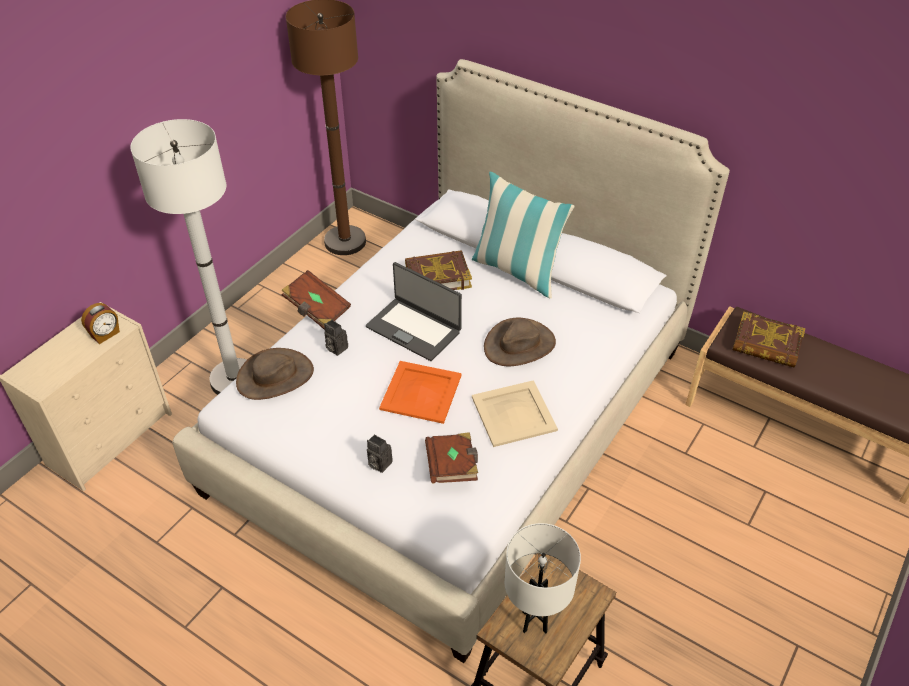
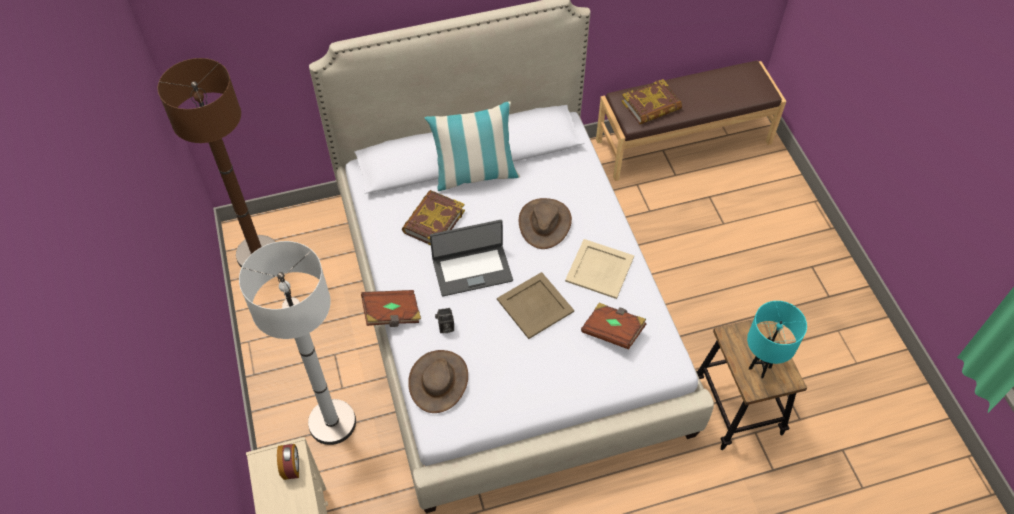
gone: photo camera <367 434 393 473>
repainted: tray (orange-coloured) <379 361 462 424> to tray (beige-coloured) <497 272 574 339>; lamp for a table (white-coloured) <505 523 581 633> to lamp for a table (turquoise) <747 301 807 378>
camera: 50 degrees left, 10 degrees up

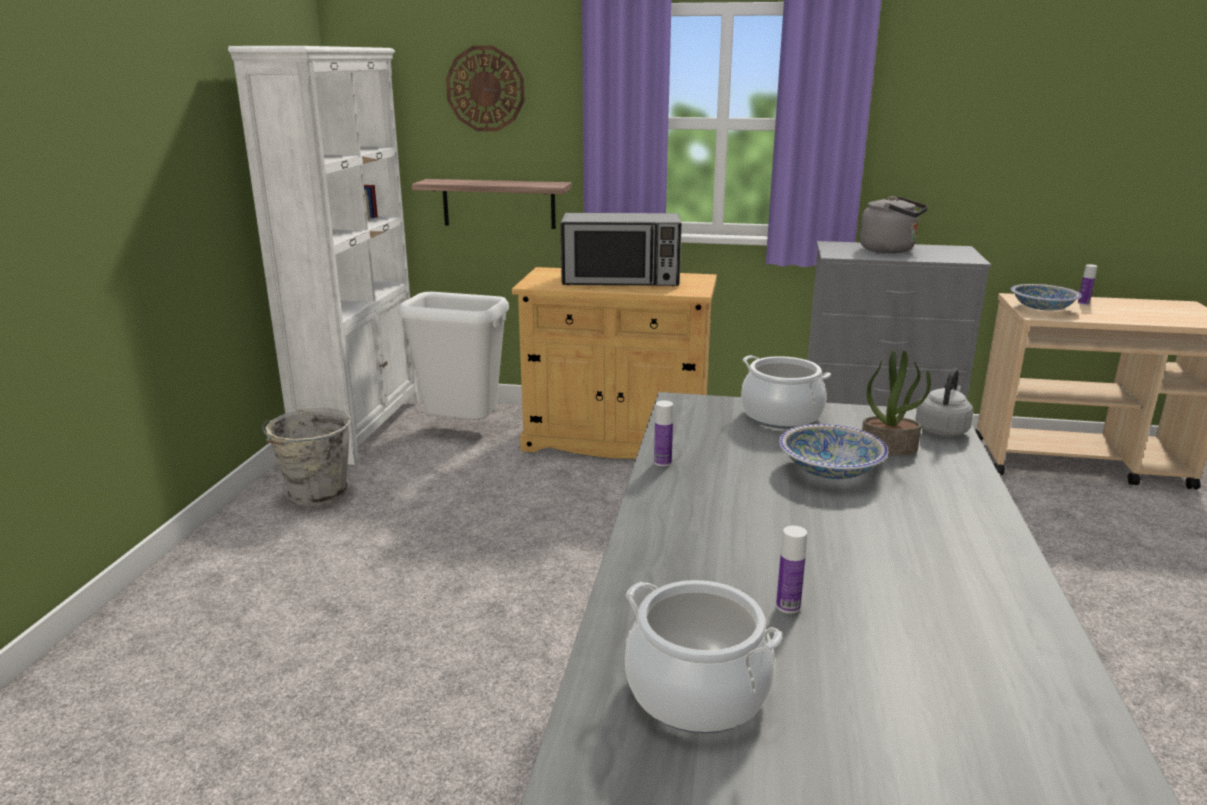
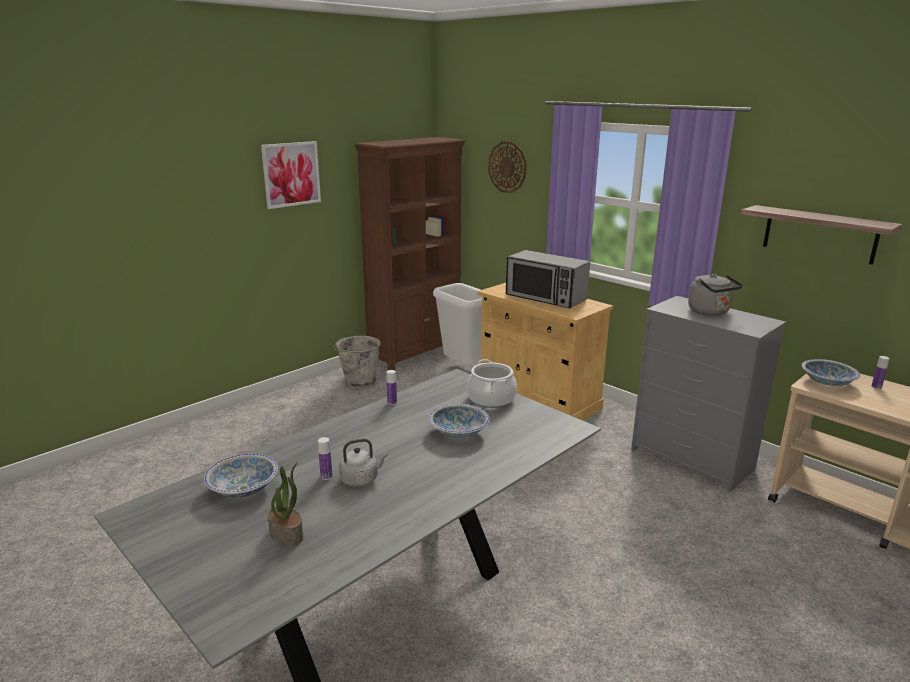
new: wall art <261 141 321 209>
shifted: wall shelf <412 179 572 229> to <741 205 902 265>; potted plant <862 350 931 455> to <268 462 303 546>; tea kettle (grey) <915 368 973 436> to <339 438 388 487>
swapped: cooking pot <625 580 782 733> to deep dish <204 454 278 498>
repainted: bookshelf (white-coloured) <228 46 419 465> to bookshelf (brown) <354 137 466 371>
camera: 35 degrees right, 0 degrees up

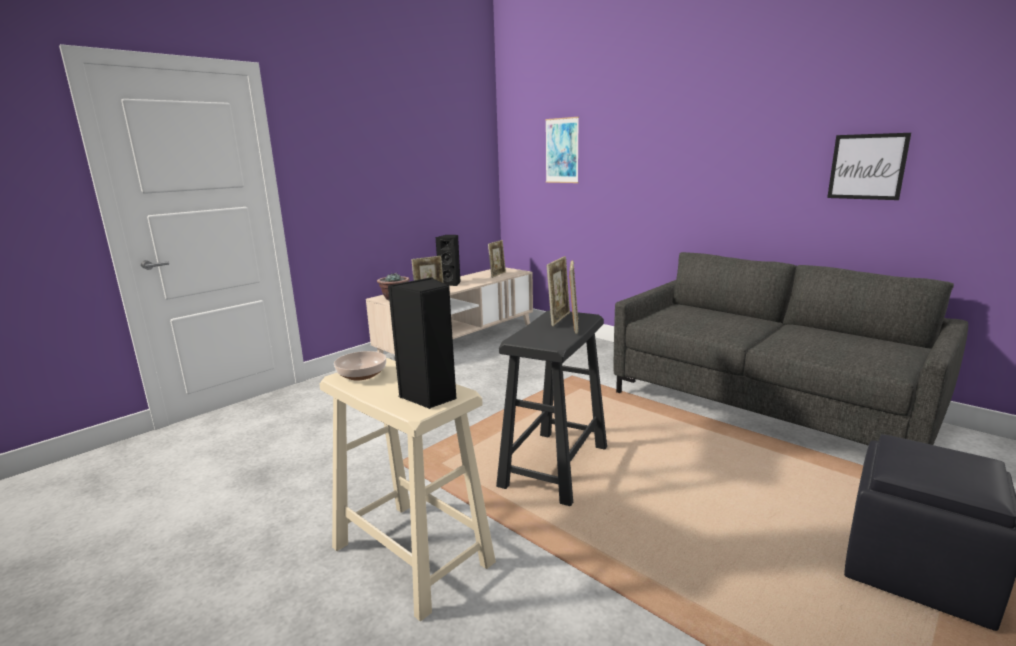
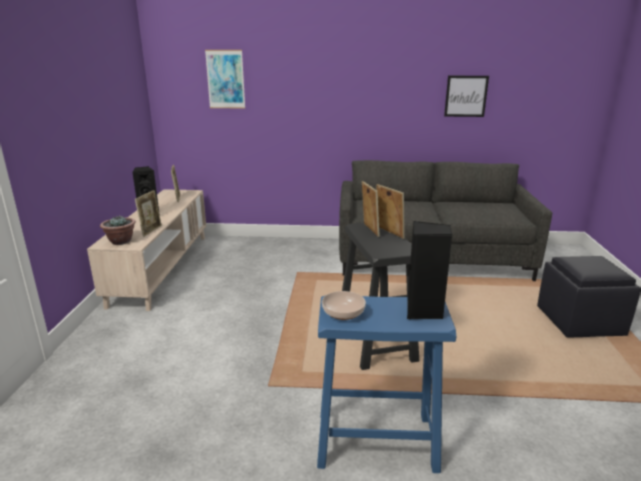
repainted: sitting stool (beige-coloured) <319 358 496 621> to sitting stool (blue) <317 295 456 473>
camera: 40 degrees left, 5 degrees up

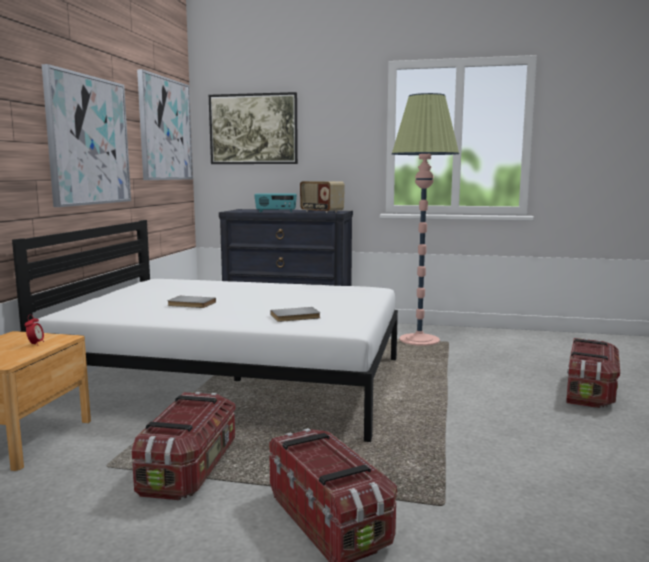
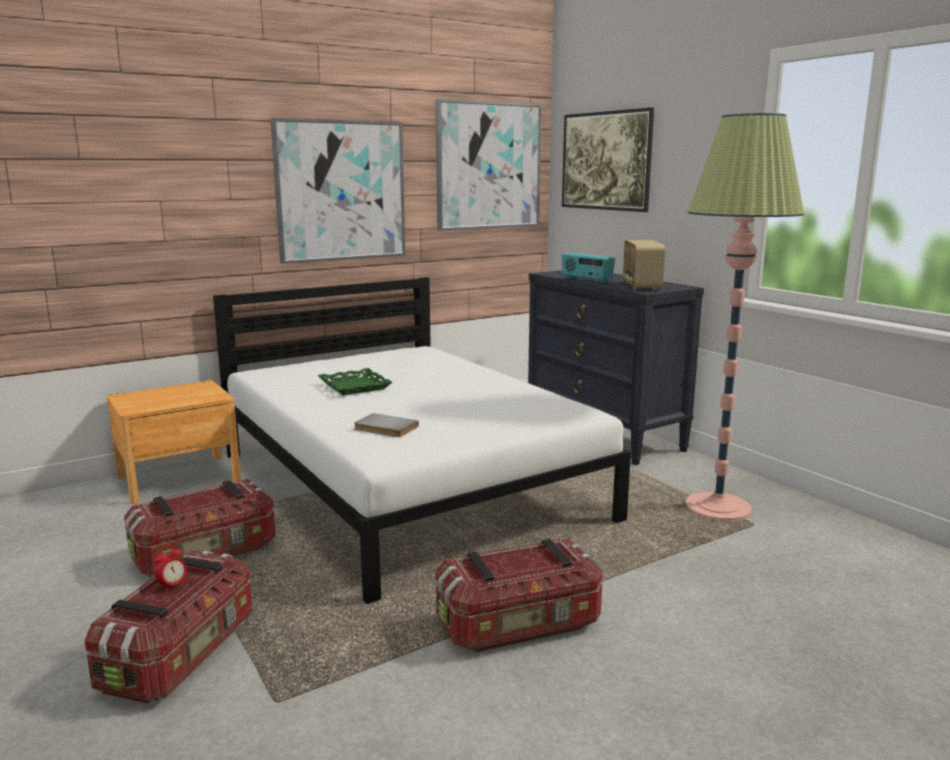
shifted: bedside clock <25 315 44 346> to <154 544 187 592>; storage box <566 338 620 408> to <436 538 603 652>
swapped: volume (grey) <167 296 216 308> to tray (green) <318 368 392 395>
camera: 45 degrees right, 5 degrees up

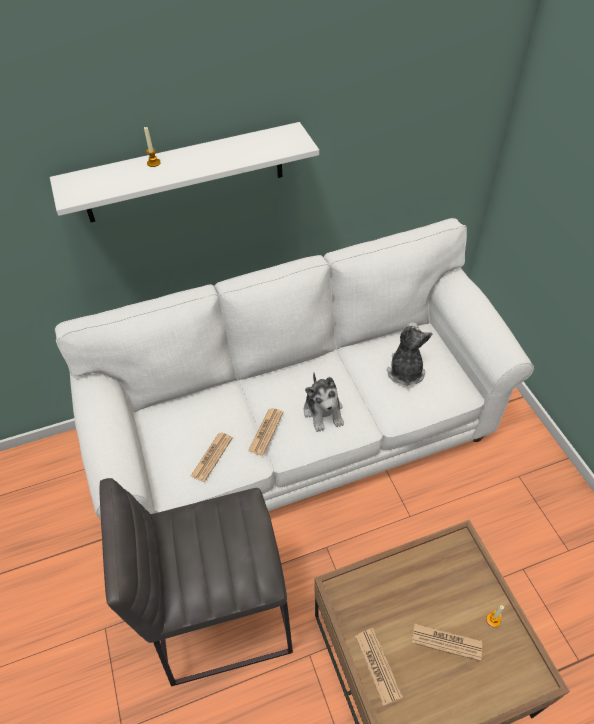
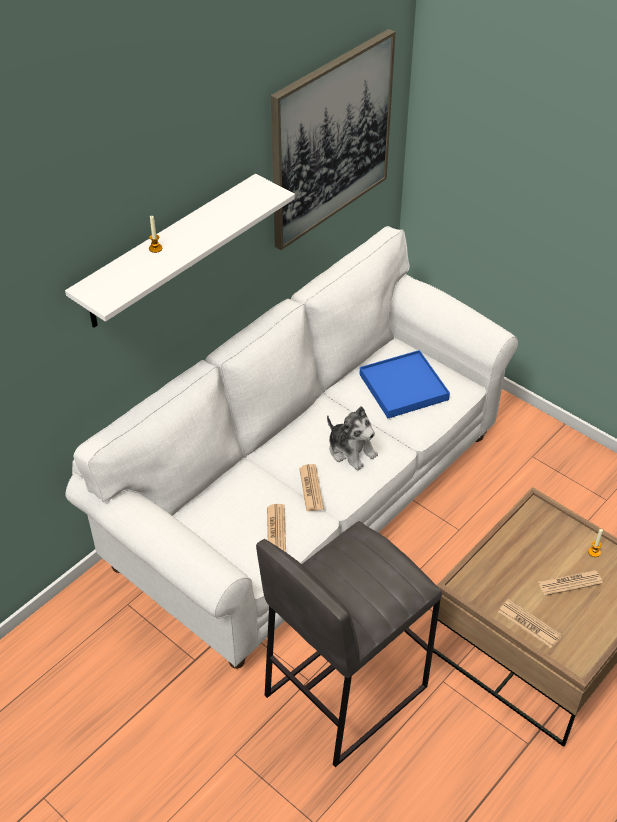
new: wall art <271 29 395 250>
swapped: cuddly toy <387 322 433 386> to tray (blue) <359 350 450 418>
camera: 30 degrees left, 5 degrees down

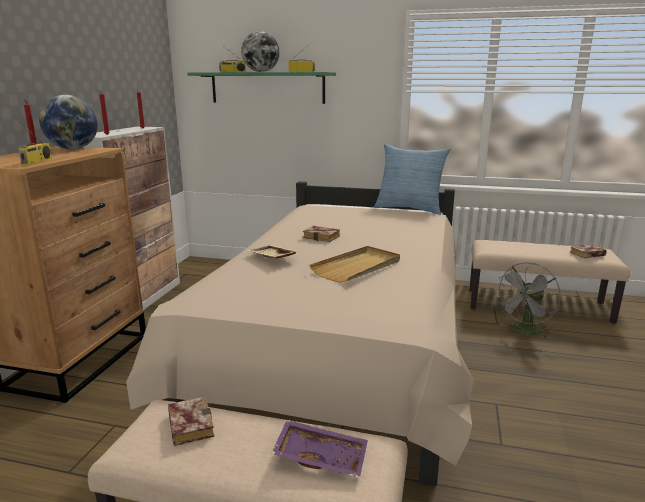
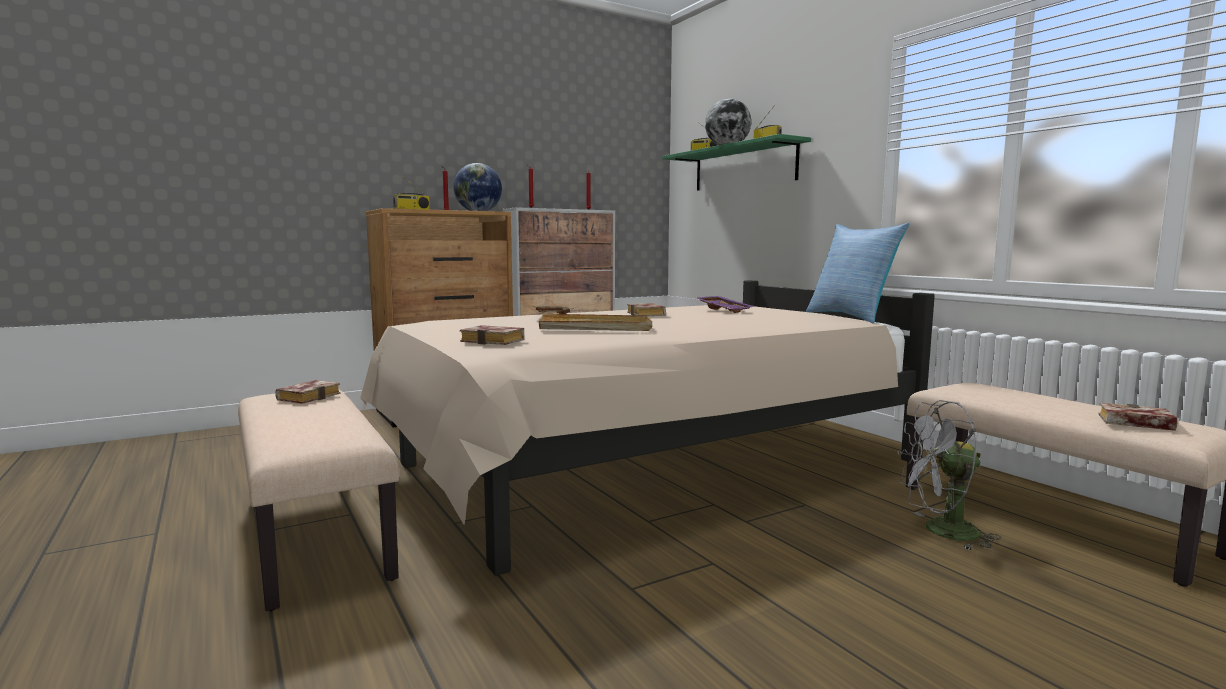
new: volume <460 325 524 345>
shifted: tray (purple) <272 420 368 478> to <696 296 755 313>
camera: 45 degrees right, 10 degrees down

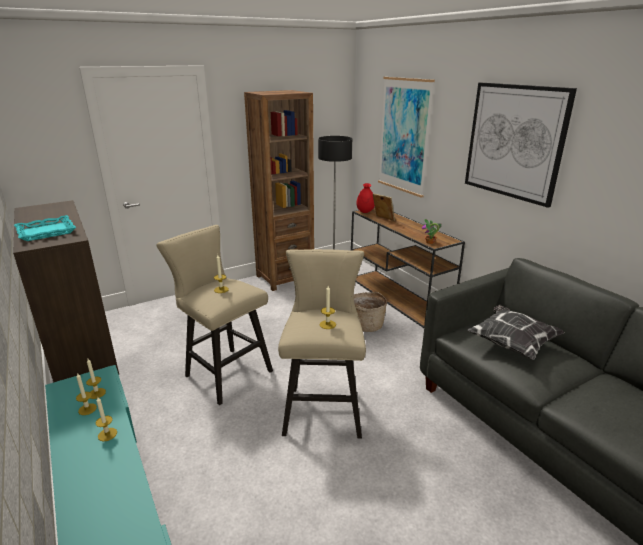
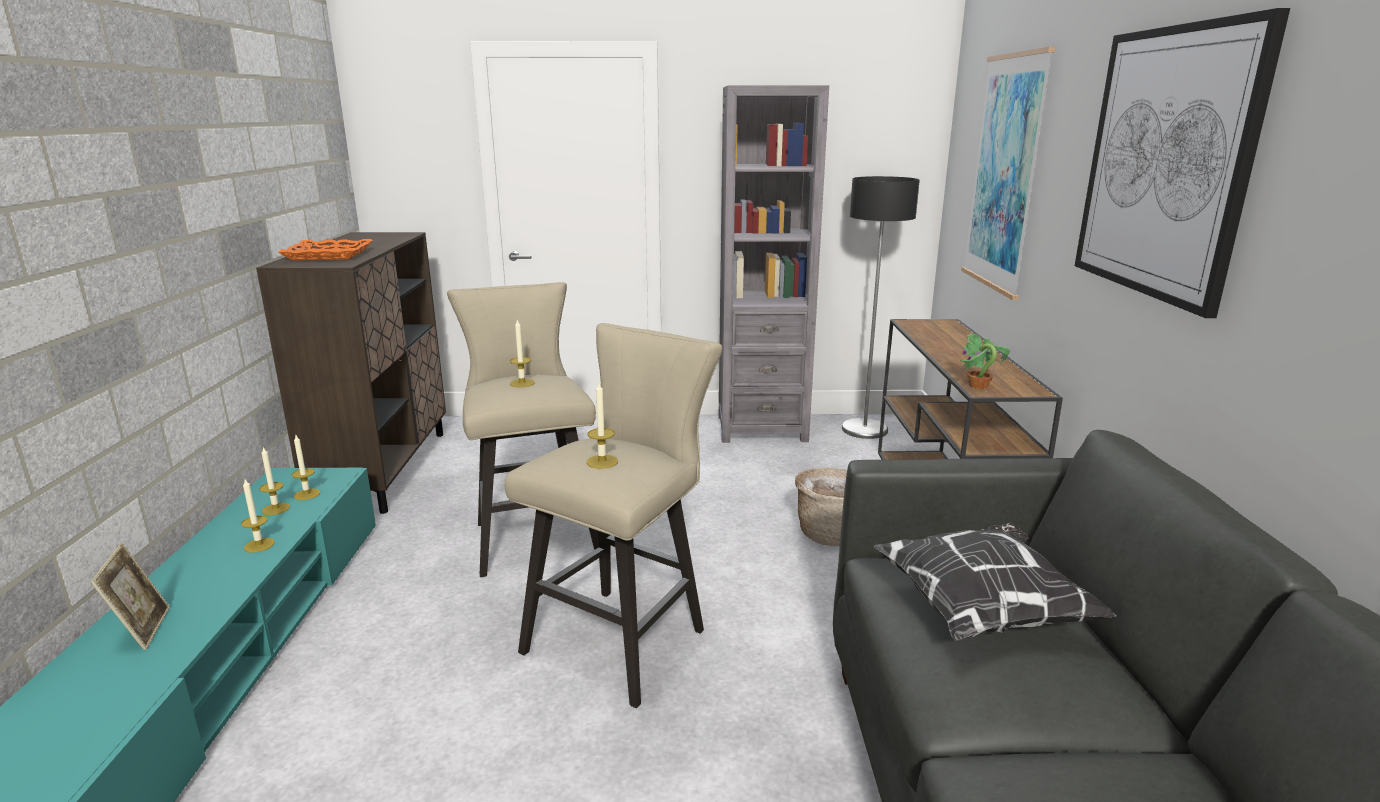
gone: decorative vase (red-coloured) <356 183 375 213>
shifted: standing frame <373 194 395 221> to <90 543 170 650>
repainted: tray (turquoise) <14 215 76 241> to tray (orange-coloured) <278 239 373 260>; bookshelf (brown) <244 90 314 291> to bookshelf (grey) <719 85 829 443>
camera: 30 degrees right, 5 degrees down

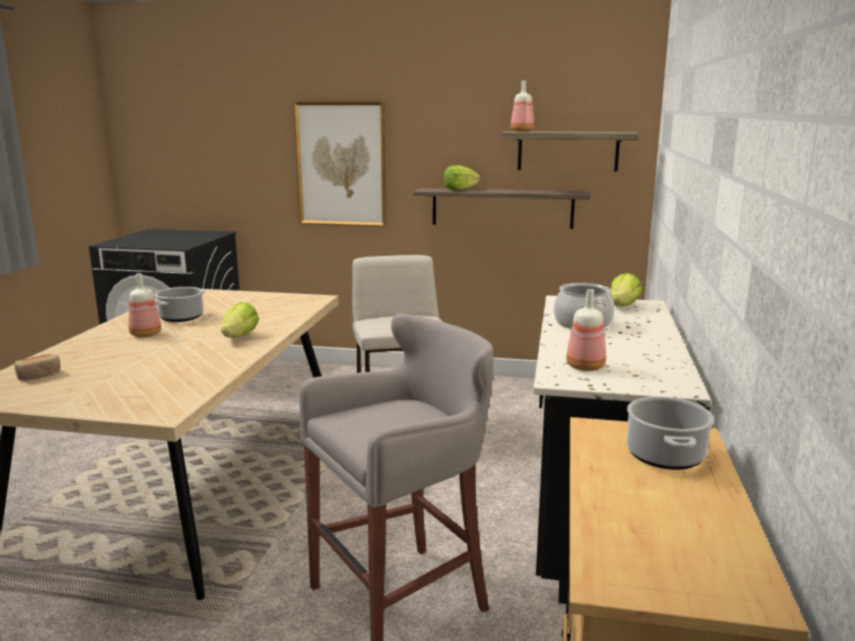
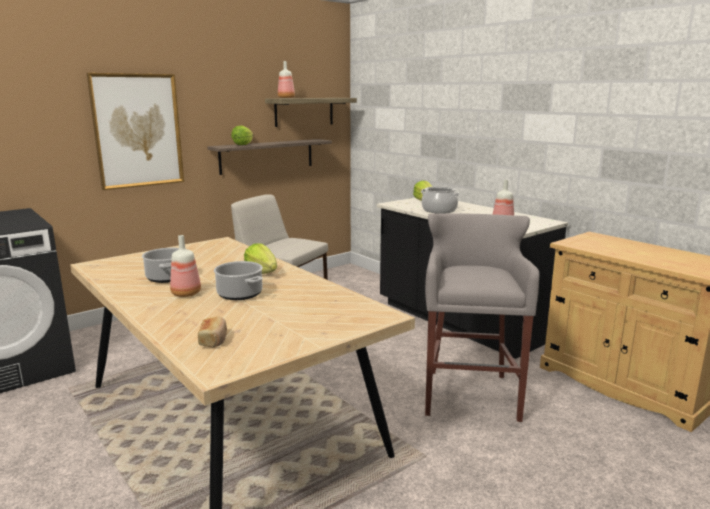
shifted: cooking pot <626 397 714 470> to <214 261 263 300>
camera: 50 degrees left, 0 degrees up

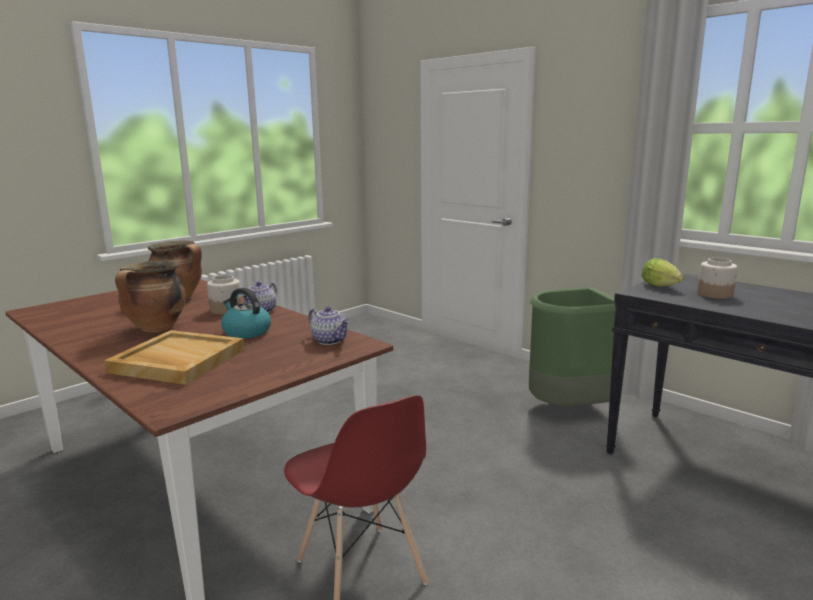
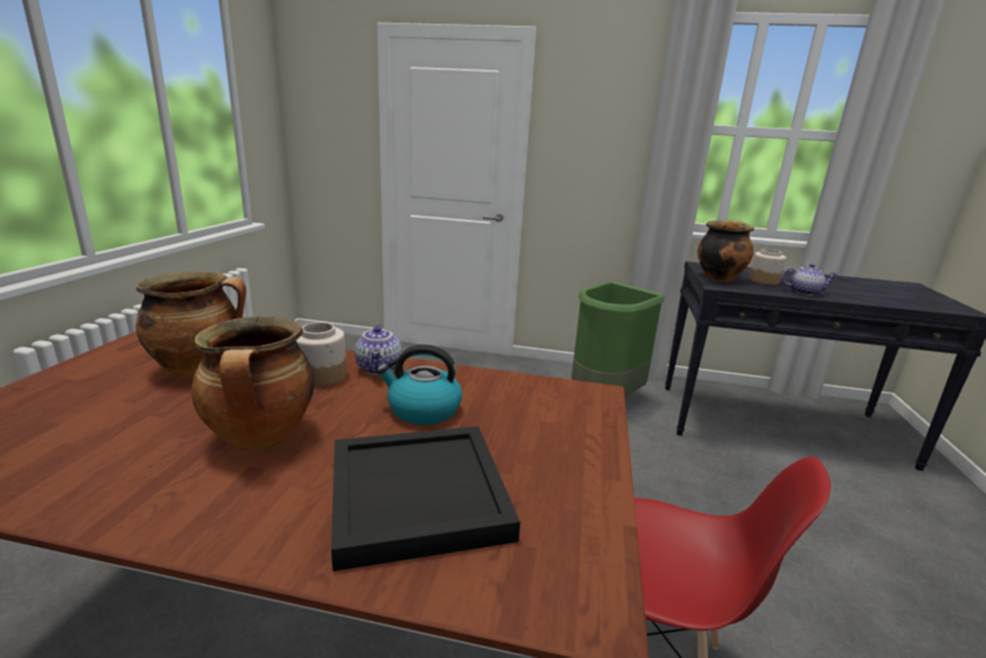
shifted: pot for tea <309 306 350 345> to <781 264 837 295>
swapped: head of lettuce <641 258 684 287> to cooking pot <697 220 754 282>
repainted: tray (beige-coloured) <104 330 244 385> to tray (black) <331 426 520 571>
camera: 35 degrees left, 5 degrees up

